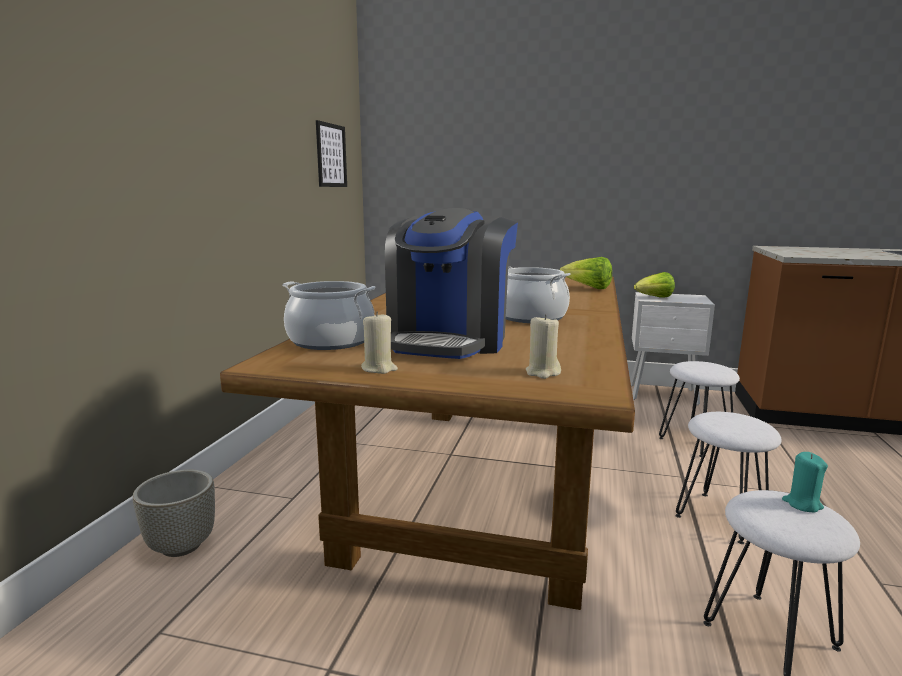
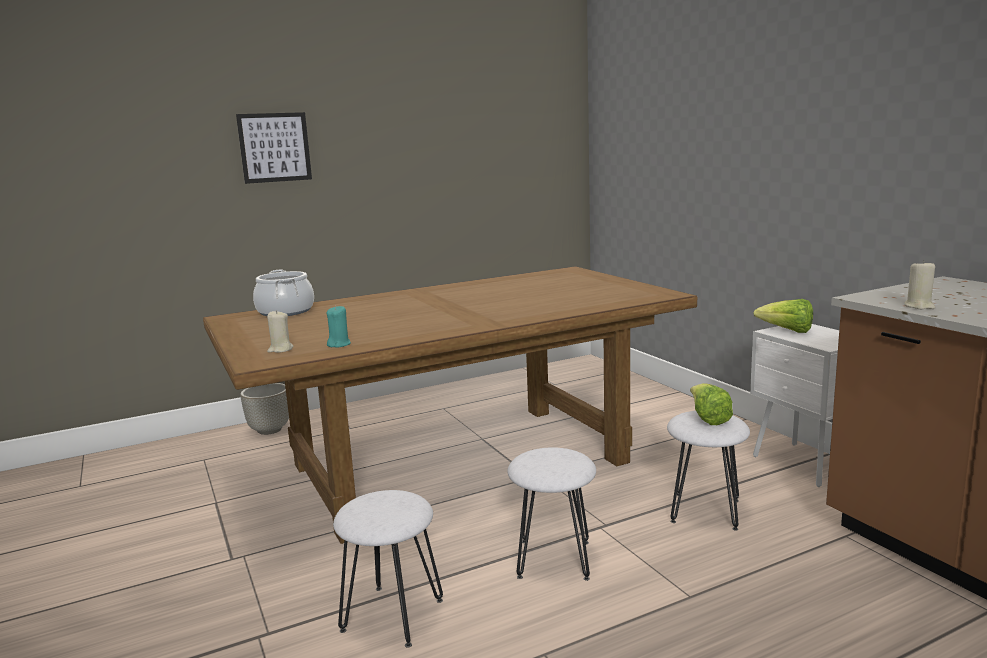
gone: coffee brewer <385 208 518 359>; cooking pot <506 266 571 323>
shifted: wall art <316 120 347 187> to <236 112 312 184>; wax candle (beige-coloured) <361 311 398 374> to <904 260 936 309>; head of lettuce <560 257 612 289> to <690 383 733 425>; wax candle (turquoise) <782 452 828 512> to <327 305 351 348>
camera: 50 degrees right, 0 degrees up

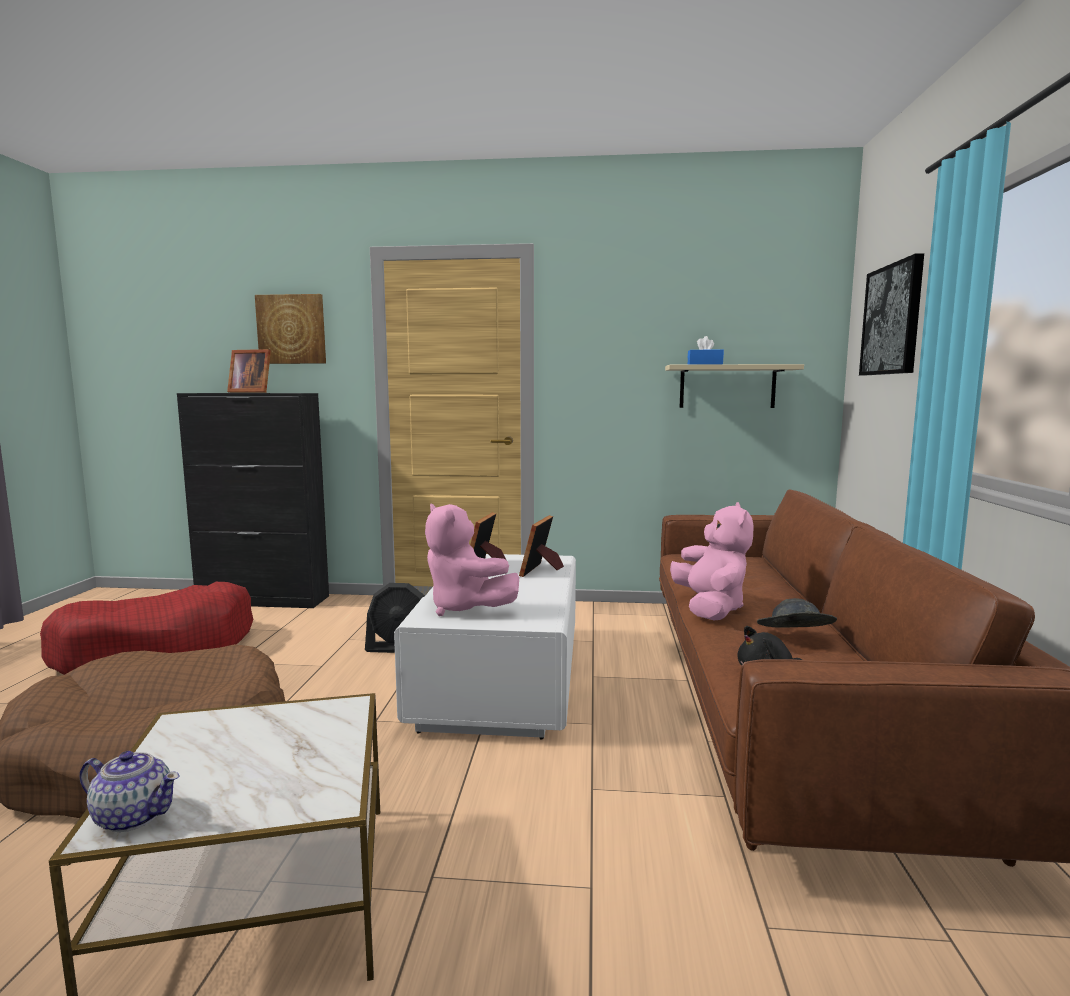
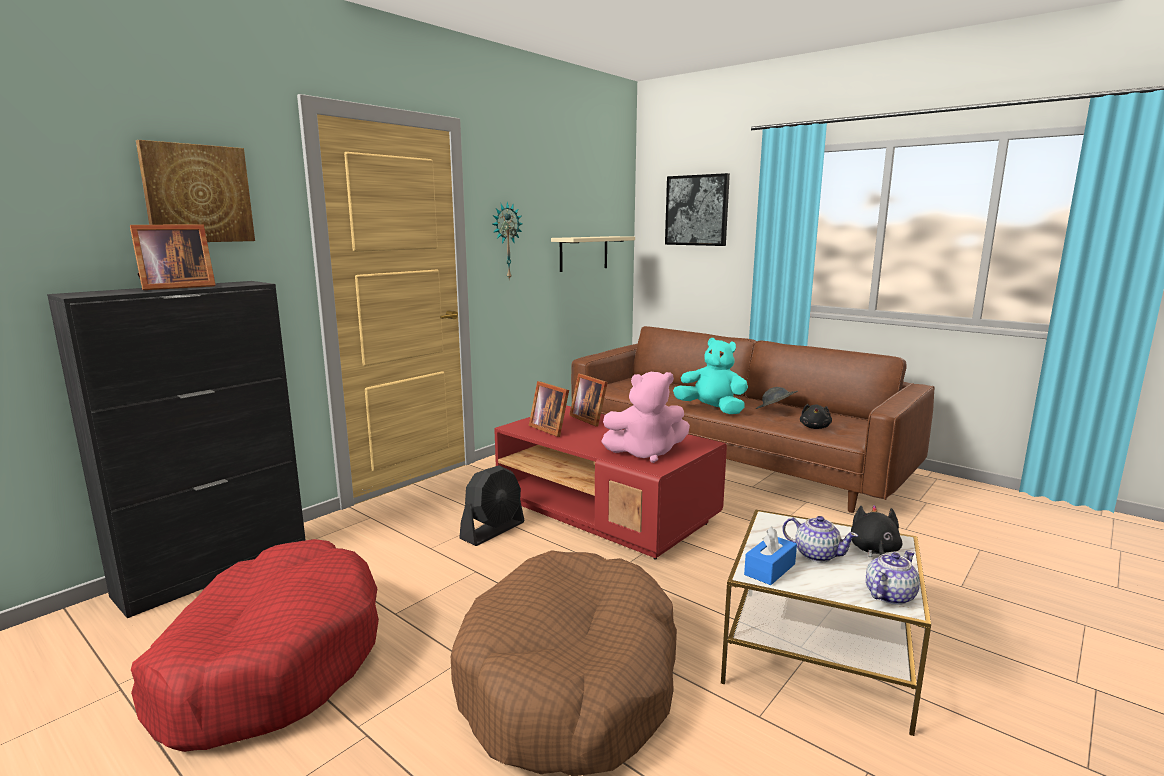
new: wall clock <493 201 522 281>; pot for tea <782 516 858 562>; cuddly toy (black) <851 505 902 557>
shifted: tissue holder (blue) <688 336 724 365> to <744 526 797 585>
repainted: coffee table (white-coloured) <394 554 576 739> to coffee table (red-coloured) <495 405 727 560>; cuddly toy (pink-coloured) <670 502 754 620> to cuddly toy (turquoise) <673 338 748 414>
camera: 55 degrees left, 5 degrees up

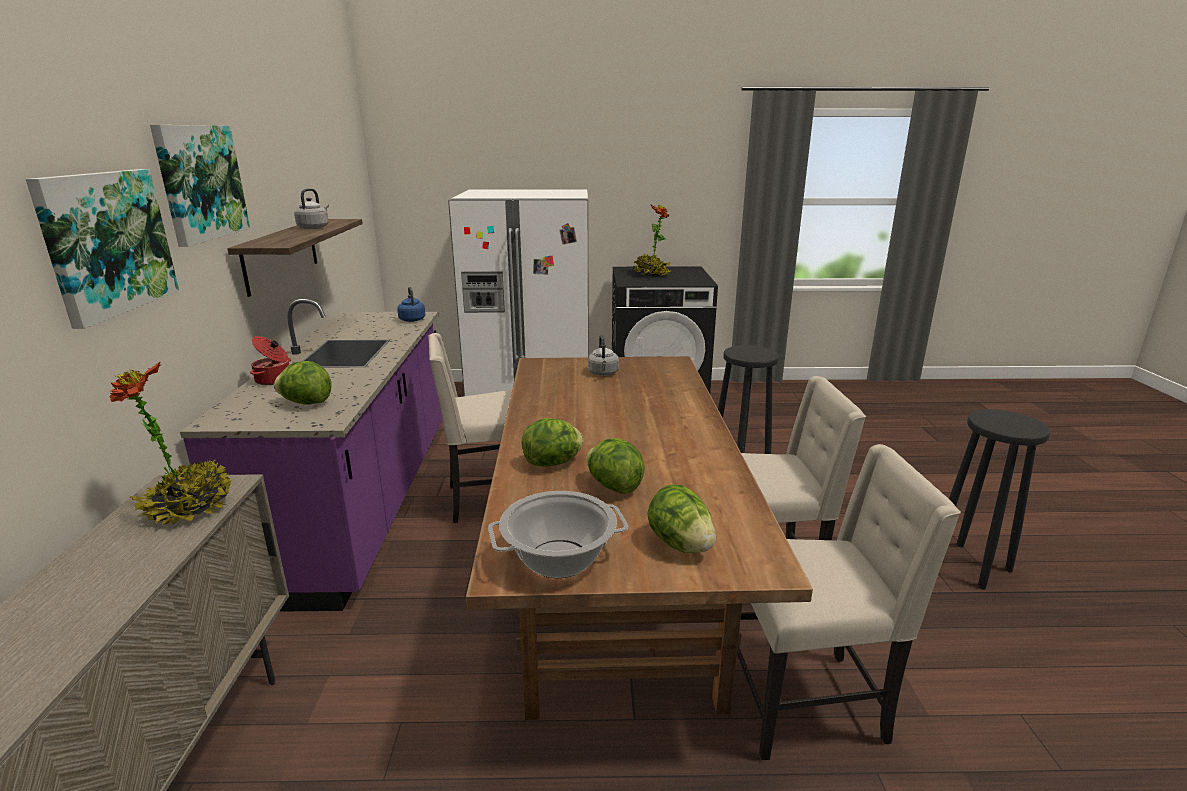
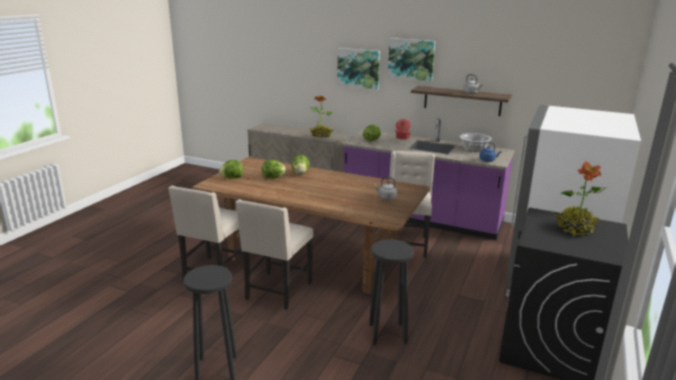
shifted: cooking pot <488 491 628 578> to <460 133 492 152>
camera: 115 degrees right, 0 degrees up

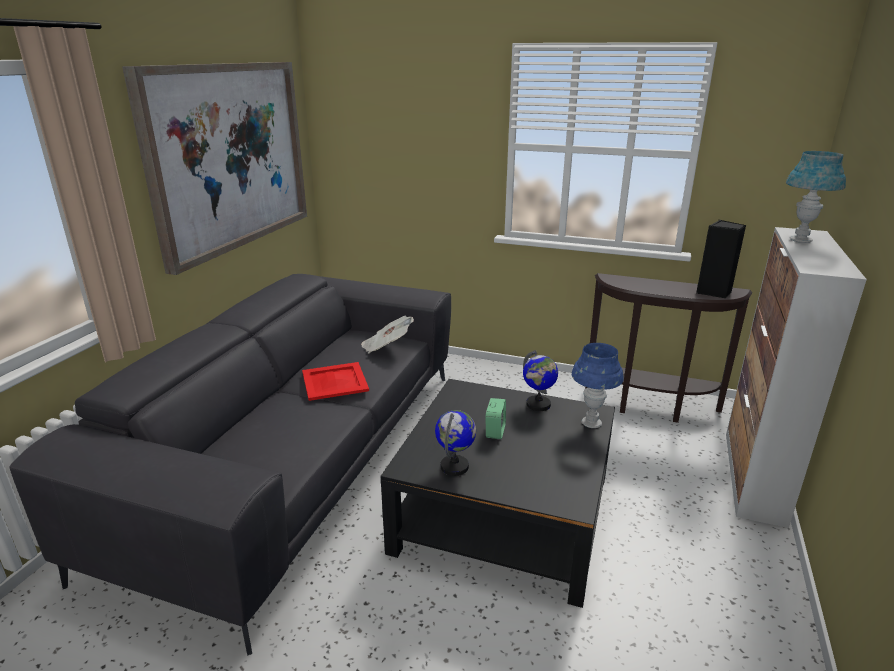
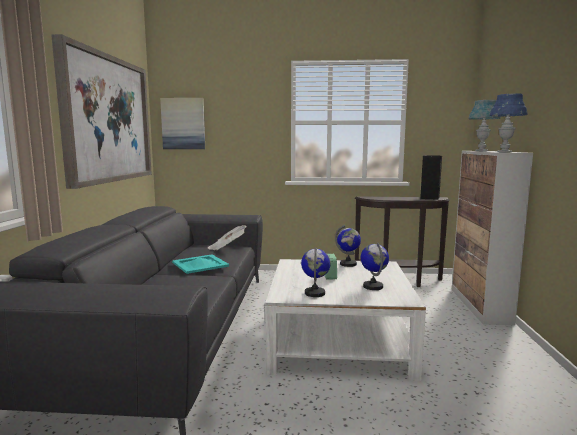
new: wall art <160 98 205 149>; globe <361 242 389 290>
shifted: lamp for a table (blue) <572 343 624 428> to <490 94 527 152>
repainted: tray (red-coloured) <302 362 369 401> to tray (turquoise) <172 254 229 274>; coffee table (black) <381 379 615 608> to coffee table (white-coloured) <265 259 426 381>
camera: 15 degrees left, 15 degrees down

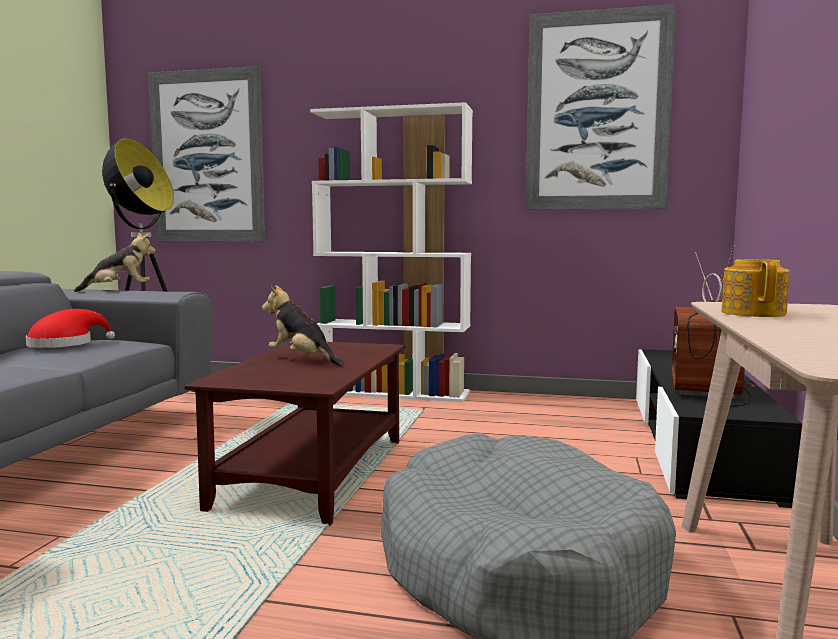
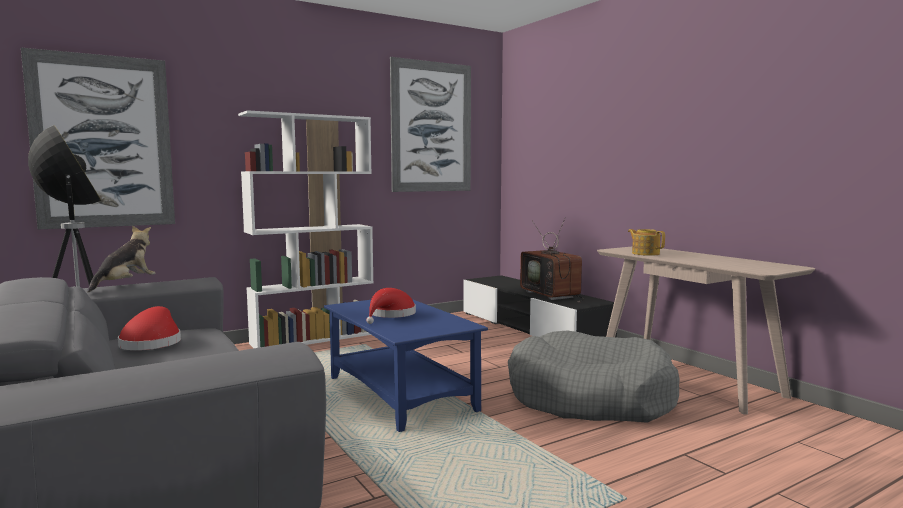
swapped: cuddly toy <262 285 343 366> to wearable hat (red-coloured) <366 288 416 324>
repainted: coffee table (brown) <184 342 405 526> to coffee table (blue) <324 299 488 432>
camera: 45 degrees left, 0 degrees up

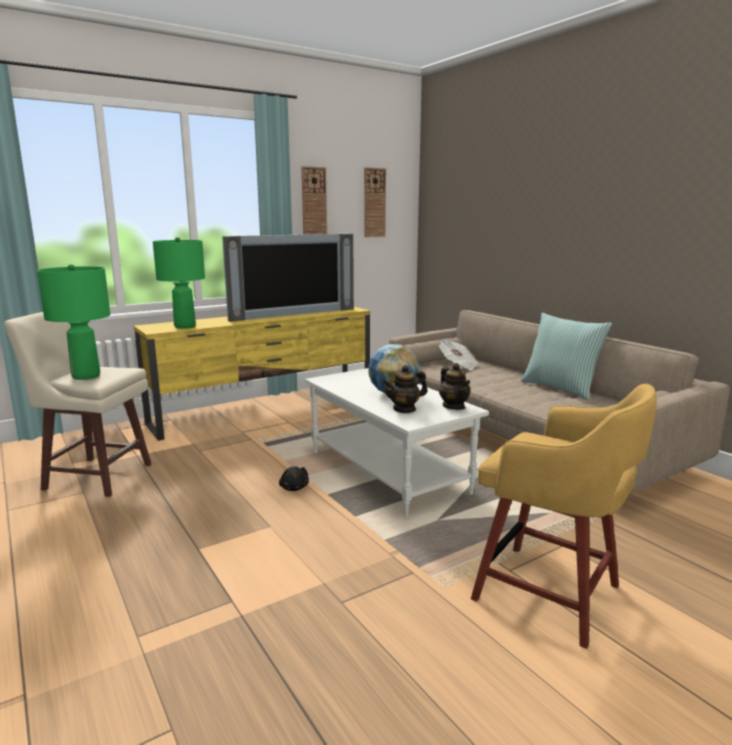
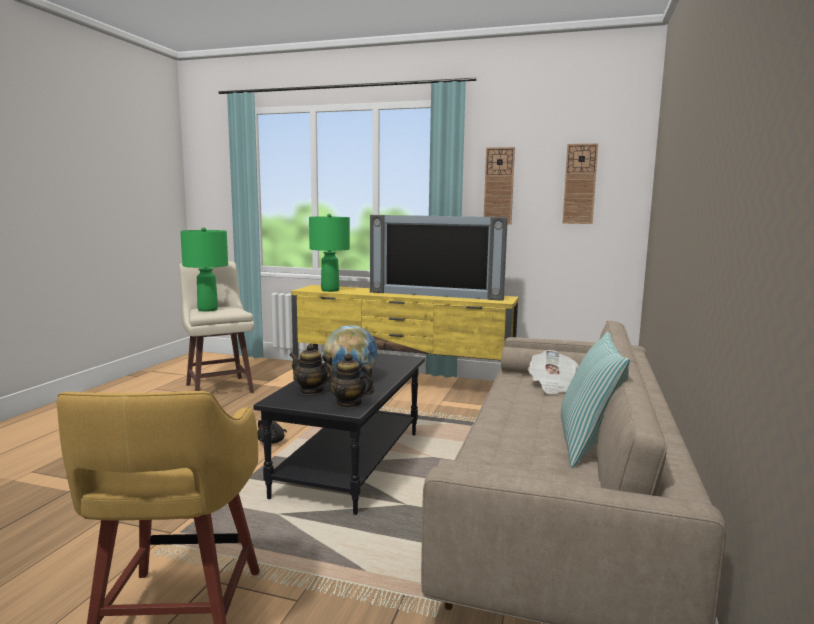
repainted: coffee table (white-coloured) <305 368 489 518> to coffee table (black) <253 353 425 515>
rotated: pot for tea <439 363 471 410> = <325 353 375 408> 90 degrees clockwise
camera: 50 degrees right, 5 degrees down

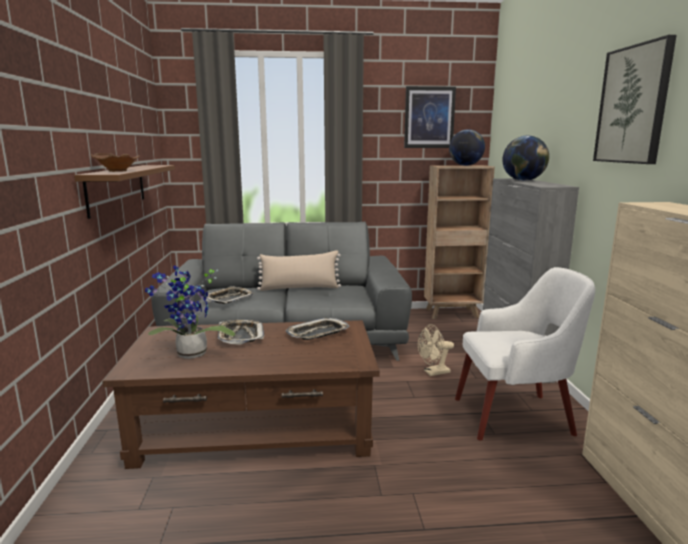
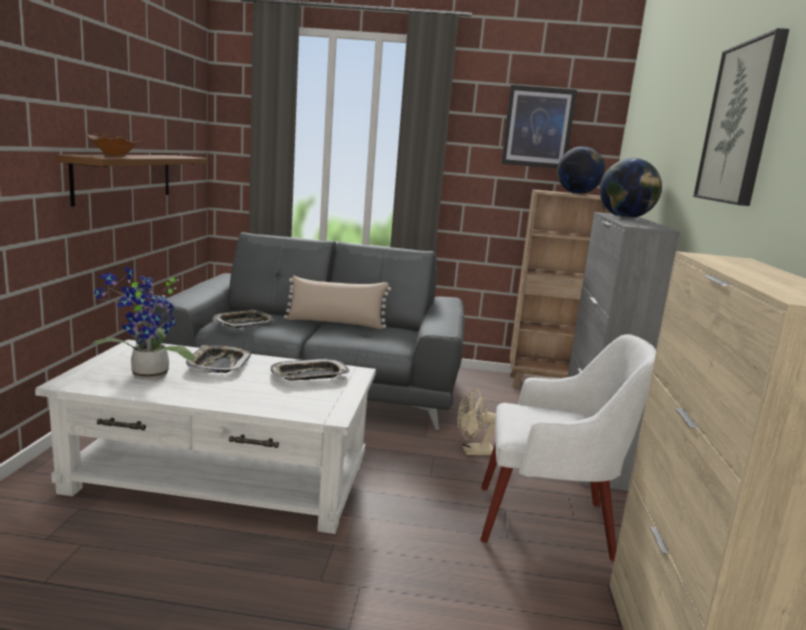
repainted: coffee table (brown) <102 320 380 469> to coffee table (white-coloured) <35 340 376 534>
camera: 10 degrees right, 0 degrees up

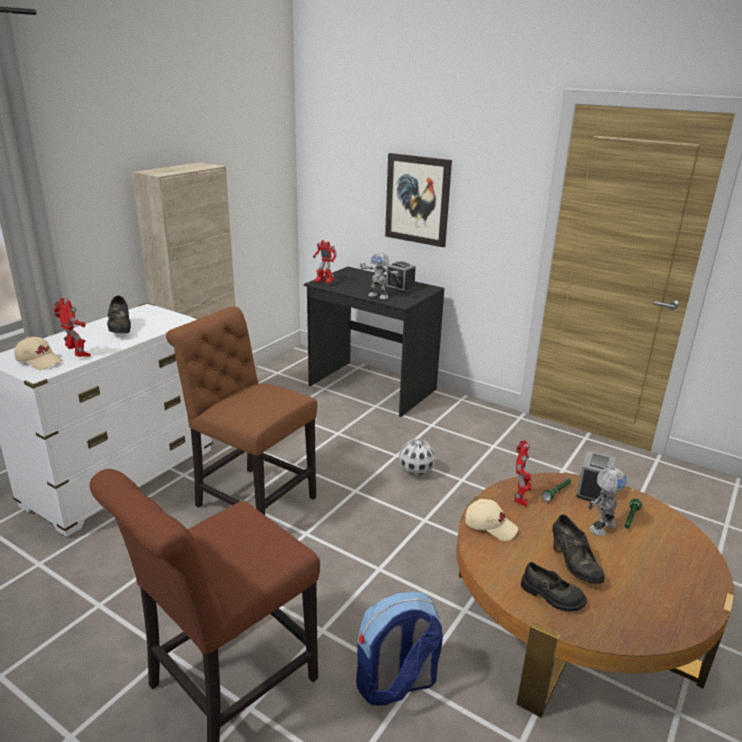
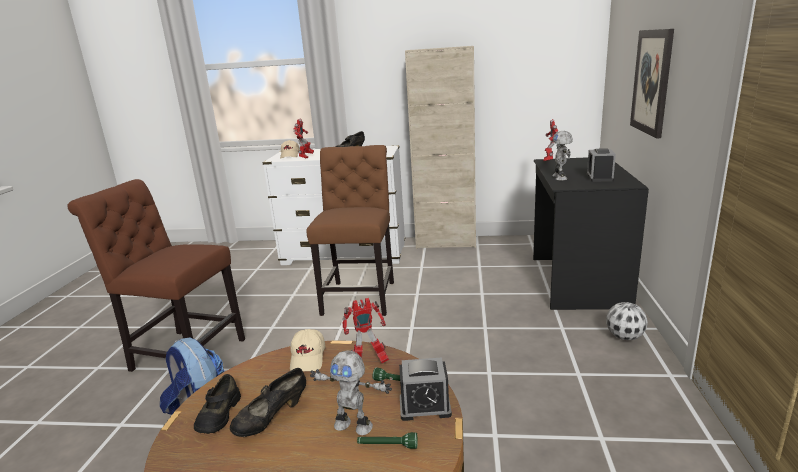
shifted: ball for football <399 439 436 476> to <606 302 648 340>
camera: 65 degrees right, 5 degrees down

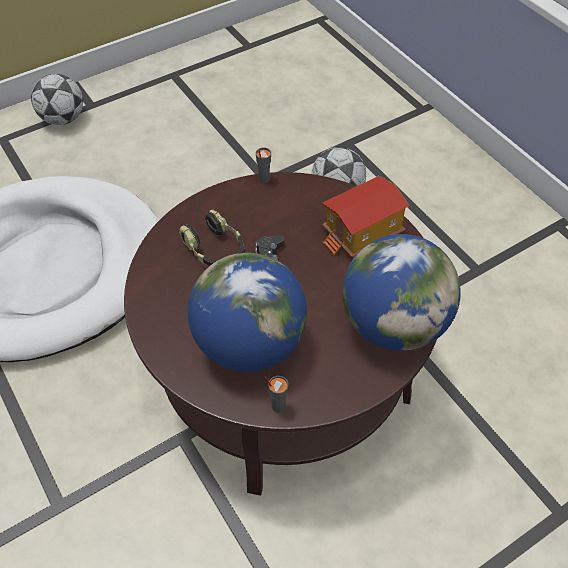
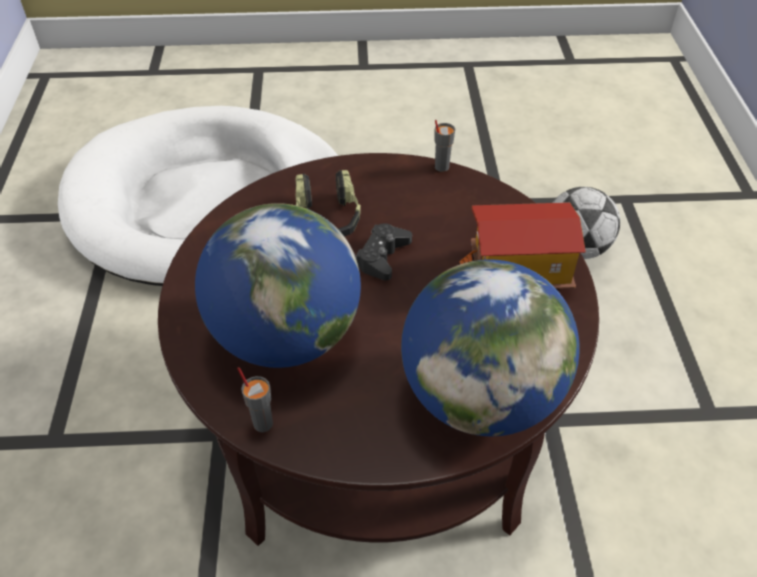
gone: ball for football <31 74 83 125>
camera: 30 degrees right, 5 degrees down

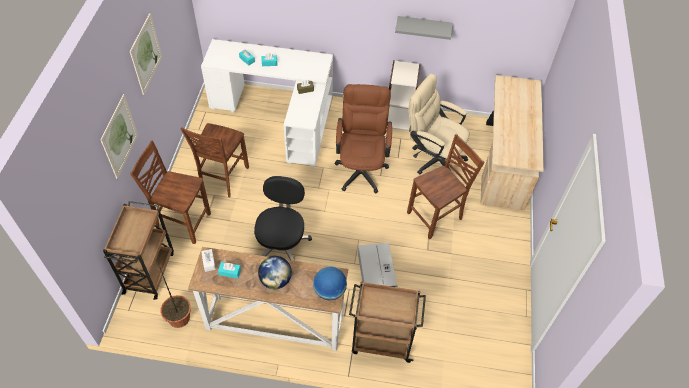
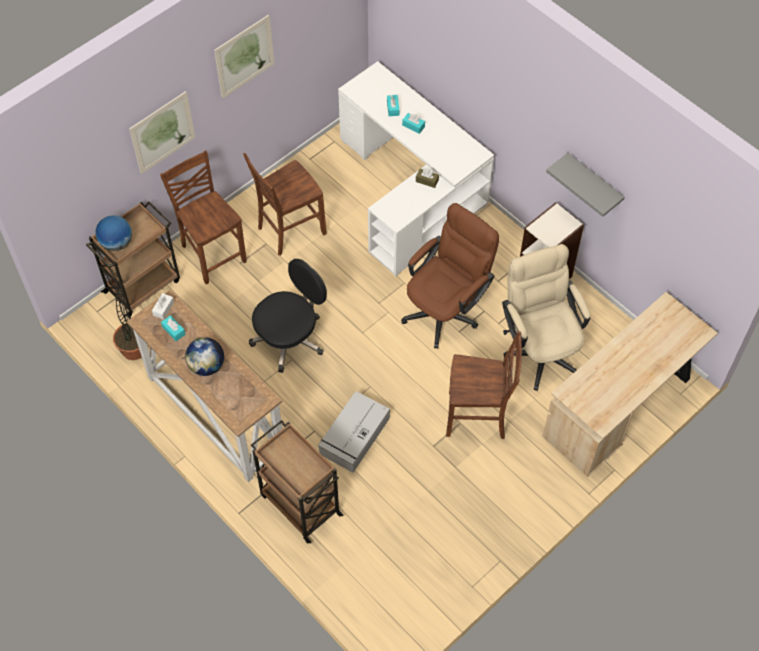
shifted: globe <313 266 347 301> to <95 215 132 251>
camera: 40 degrees right, 5 degrees up

